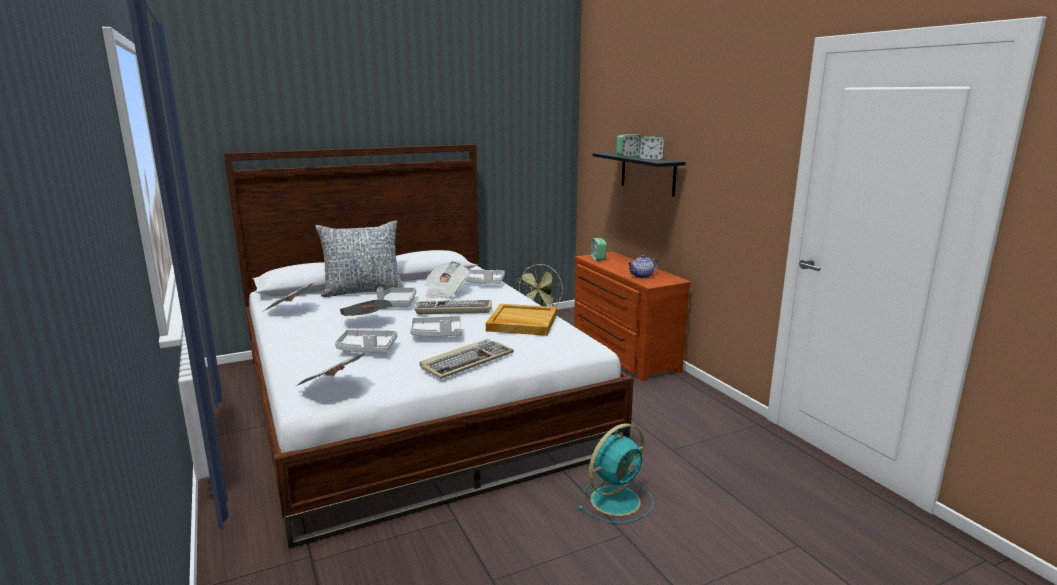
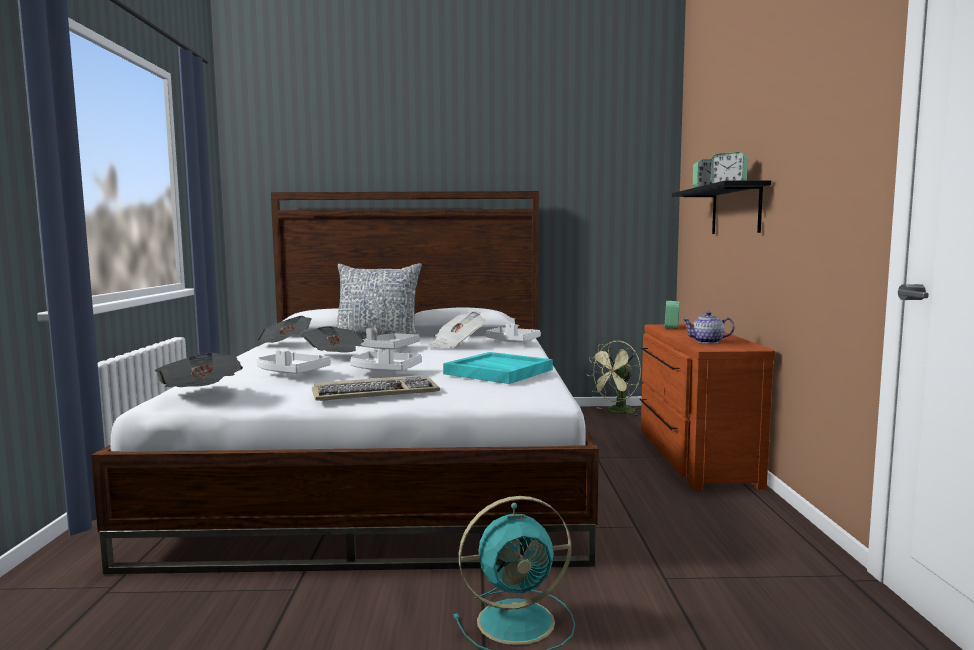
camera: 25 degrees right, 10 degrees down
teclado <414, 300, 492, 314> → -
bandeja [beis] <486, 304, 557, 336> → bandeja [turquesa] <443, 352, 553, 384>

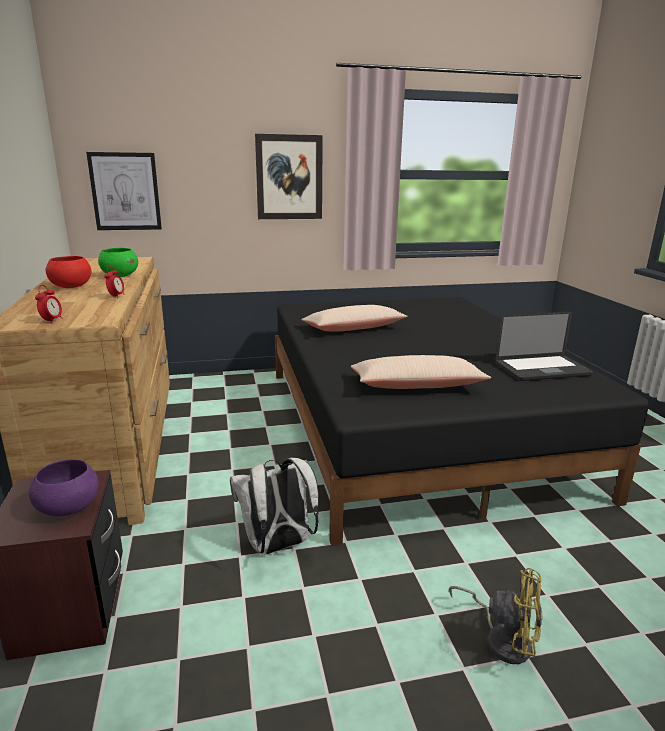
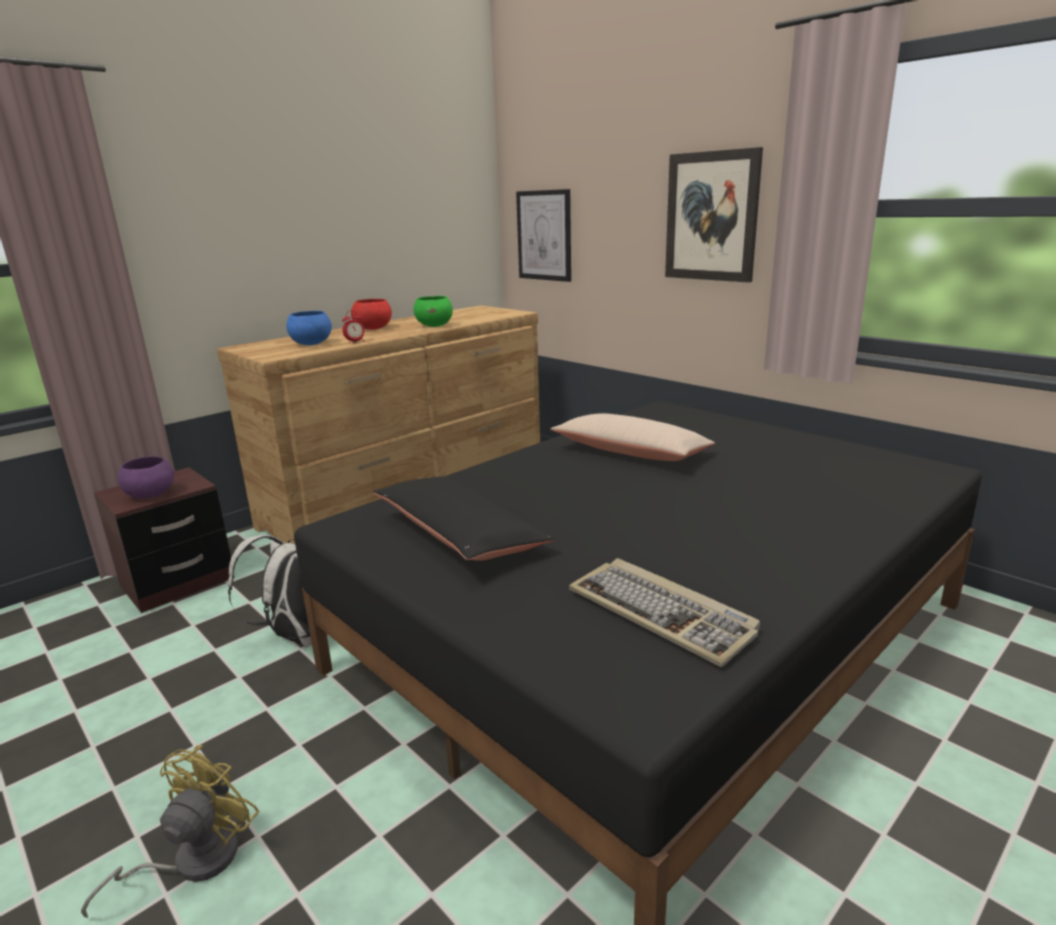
camera: 60 degrees right, 0 degrees up
despertador <35, 285, 63, 322> → -
- → cuenco [azul] <286, 311, 332, 345>
portátil <496, 311, 593, 381> → teclado <569, 558, 760, 667>
cojín [beis] <351, 355, 491, 389> → cojín [negro] <372, 477, 555, 561>
ventilador [amarillo] <449, 568, 543, 664> → ventilador [amarillo] <81, 745, 259, 918>, 150 degrees counterclockwise

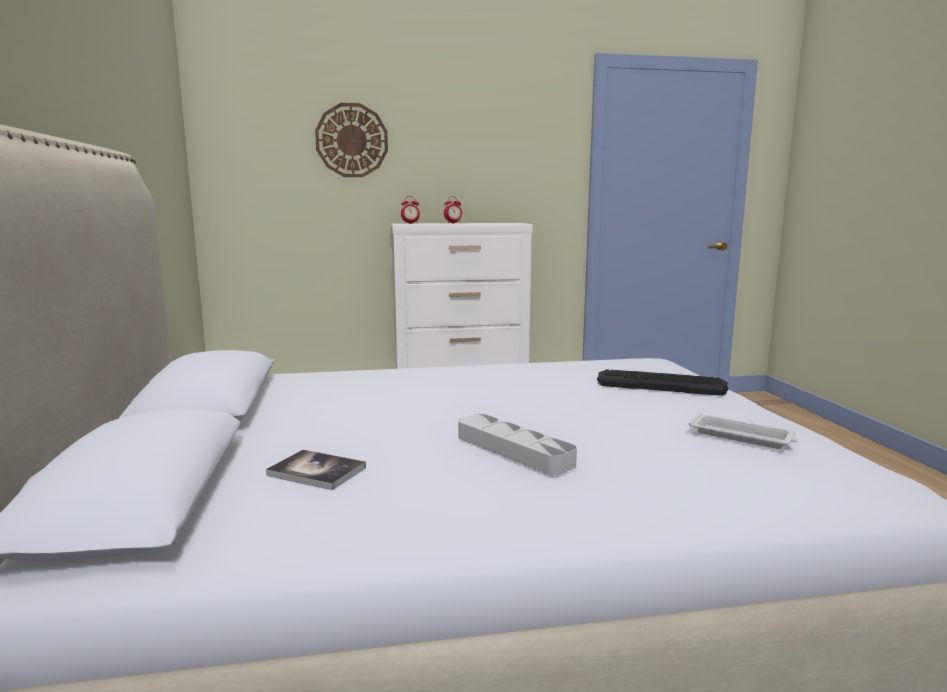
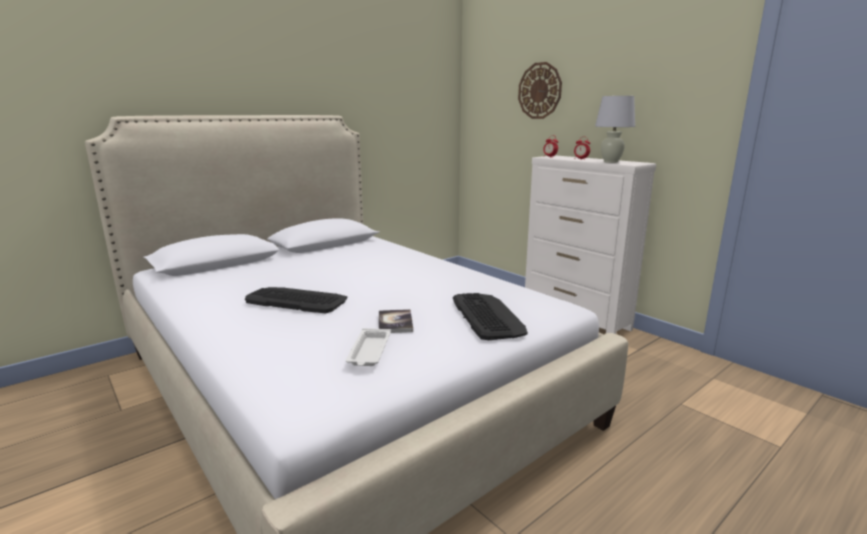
camera: 60 degrees right, 5 degrees up
- → lámpara de mesa [blanco] <595, 96, 635, 163>
libro <266, 450, 366, 490> → libro <378, 309, 413, 333>, relocated
bandeja [gris] <459, 414, 577, 475> → teclado <245, 287, 347, 313>

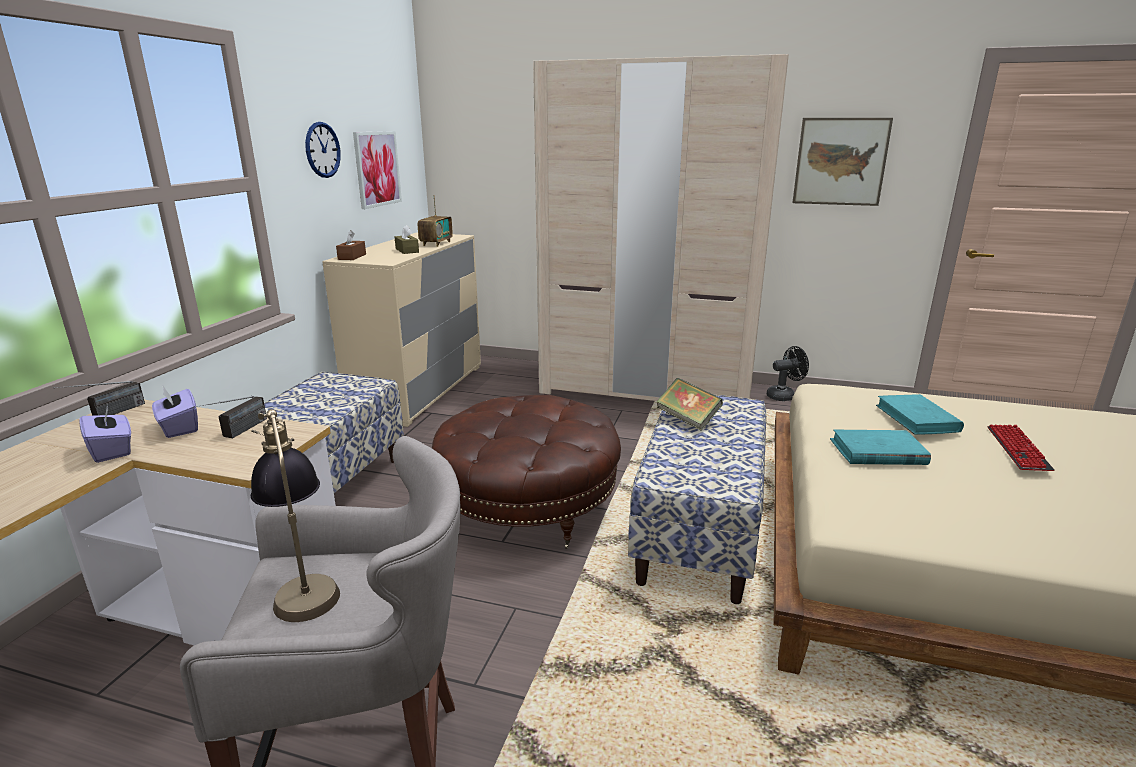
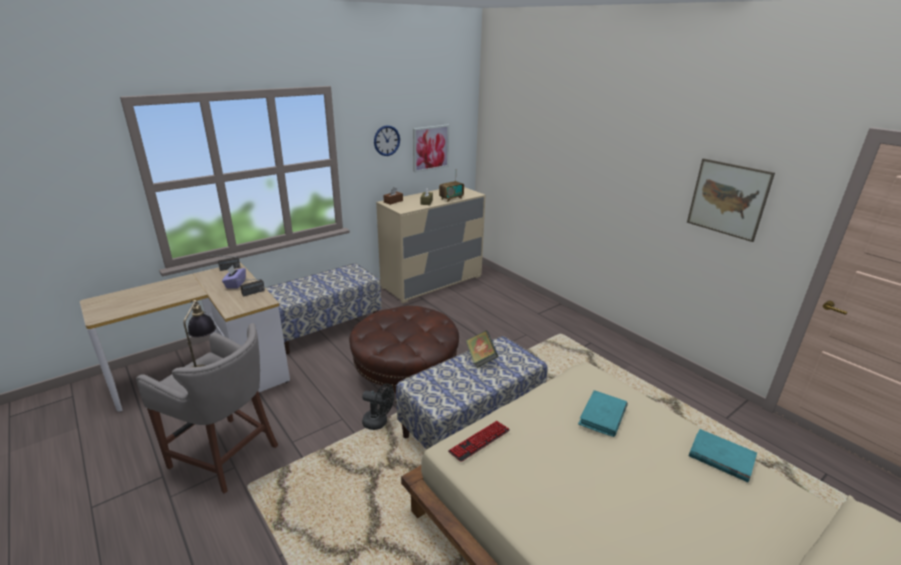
camera: 35 degrees right, 5 degrees up
caja de pañuelos [morado] <80, 406, 131, 463> → -
armario ropero [beis] <533, 54, 789, 401> → -
ventilador [negro] <767, 346, 809, 401> → ventilador [negro] <362, 383, 394, 430>, relocated
libro [turquesa] <830, 430, 931, 465> → libro [turquesa] <689, 429, 757, 482>, relocated
teclado <987, 425, 1054, 471> → teclado <448, 421, 510, 462>, relocated

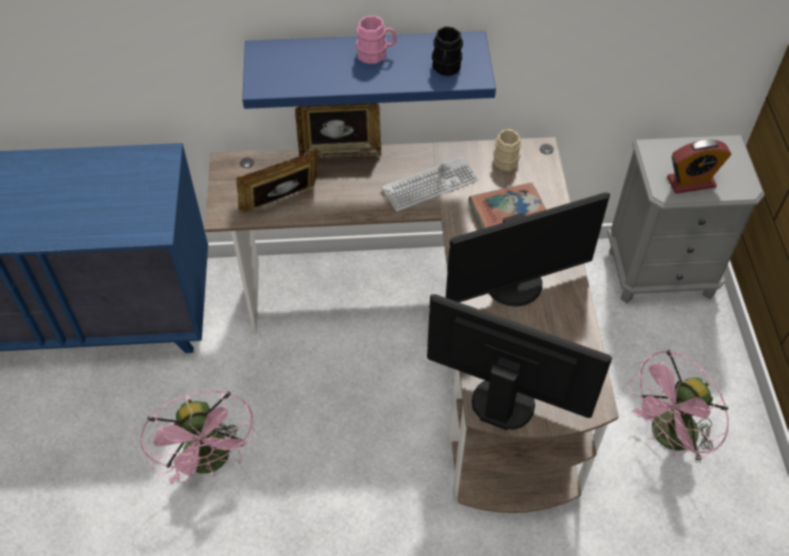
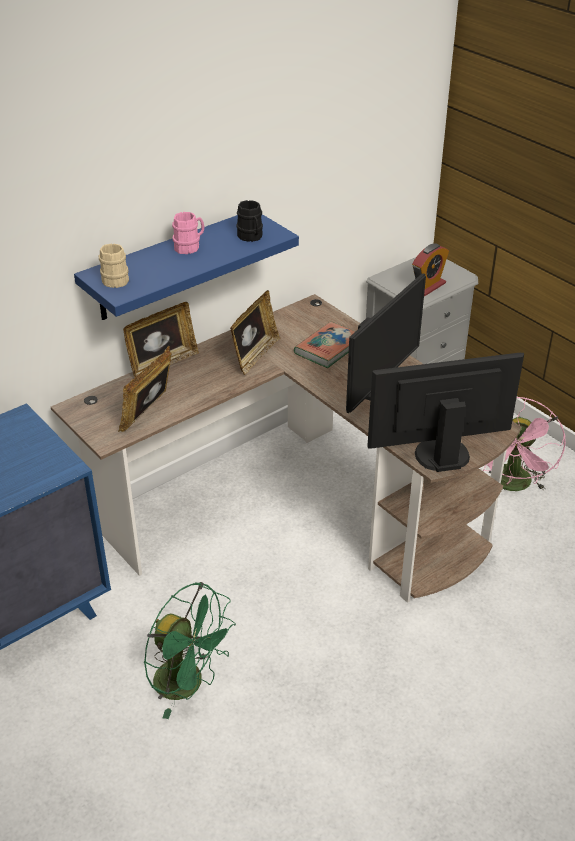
camera: 35 degrees left, 15 degrees down
taza grande [beis] <493, 129, 521, 172> → taza grande [beis] <99, 244, 129, 288>, relocated
teclado <382, 157, 478, 212> → portarretratos <230, 290, 280, 375>
ventilador [rosa] <140, 391, 256, 483> → ventilador [verde] <144, 582, 236, 719>

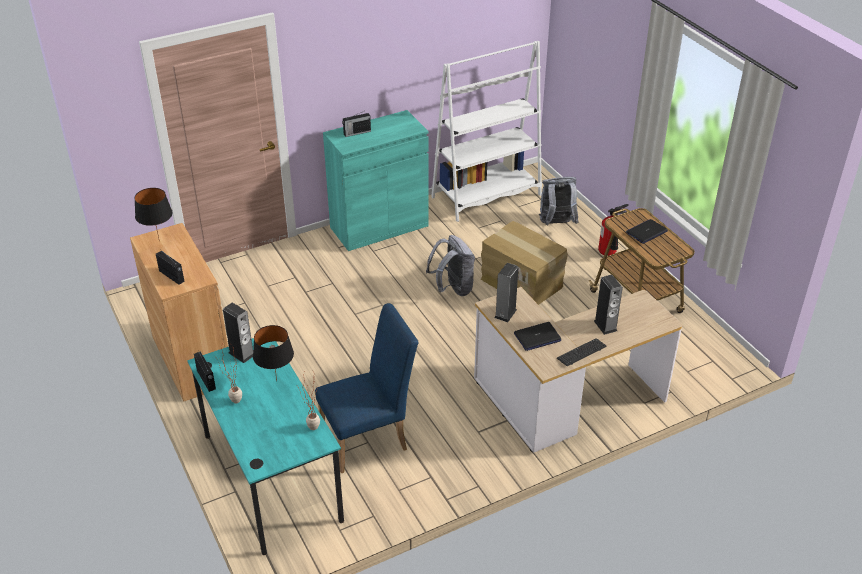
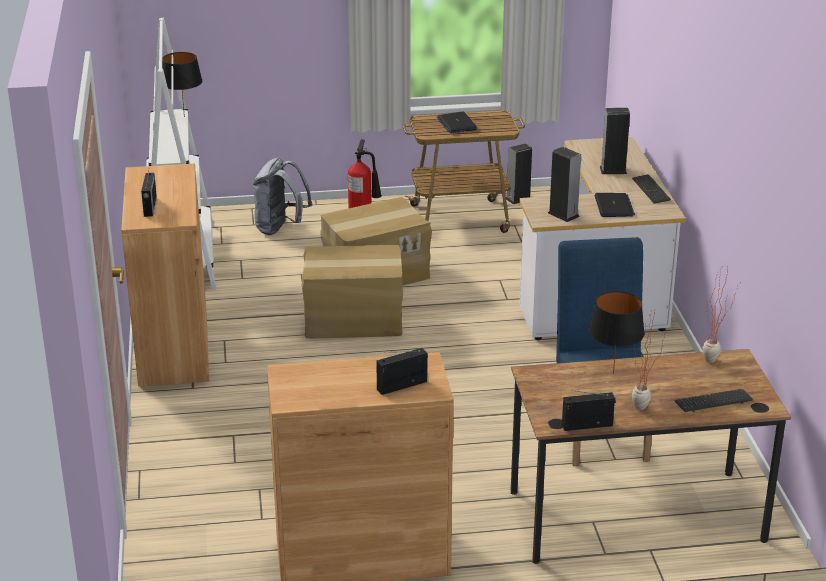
camera: 70 degrees left, 10 degrees down
- → teclado <675, 389, 753, 412>
lámpara de mesa [negro] <134, 188, 173, 238> → lámpara de mesa [negro] <162, 52, 202, 117>, relocated
altavoz <223, 303, 253, 363> → altavoz <506, 143, 532, 204>, relocated
mochila [gris] <426, 235, 475, 296> → caja de cartón <302, 245, 403, 338>
escritorio [turquesa] <187, 338, 344, 555> → escritorio [marrón] <511, 349, 791, 564>
armario [turquesa] <323, 110, 429, 251> → armario [marrón] <121, 164, 209, 387>

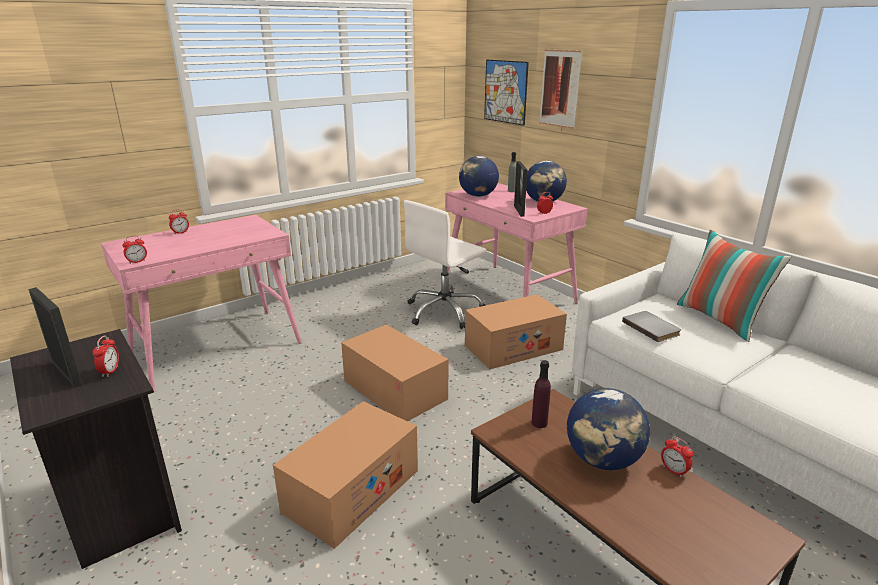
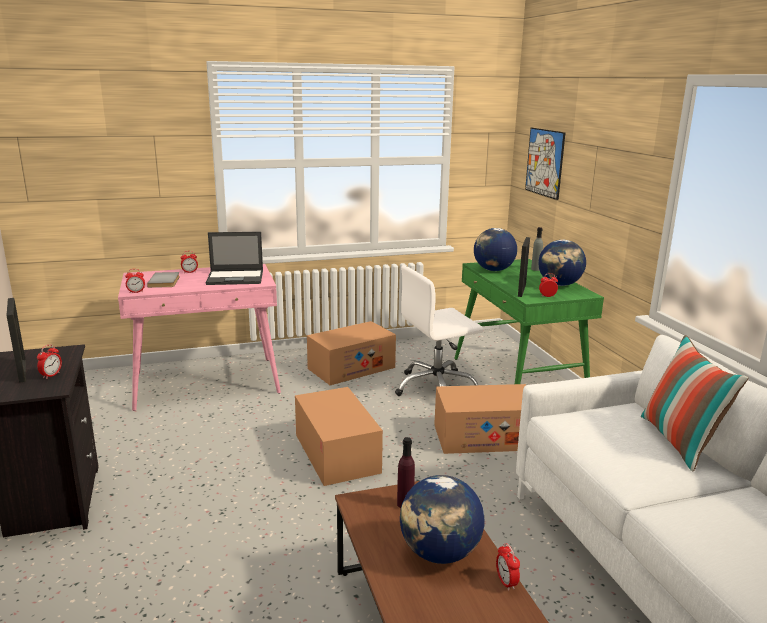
camera: 20 degrees right, 5 degrees down
cuadro <539, 50, 582, 129> → -
- → portátil <206, 232, 263, 285>
caja de cartón <273, 401, 418, 549> → caja de cartón <307, 321, 396, 385>, relocated
libro [gris] <622, 311, 681, 342> → libro [gris] <147, 272, 180, 288>, relocated
escritorio [rosa] <445, 183, 588, 304> → escritorio [verde] <454, 259, 604, 384>

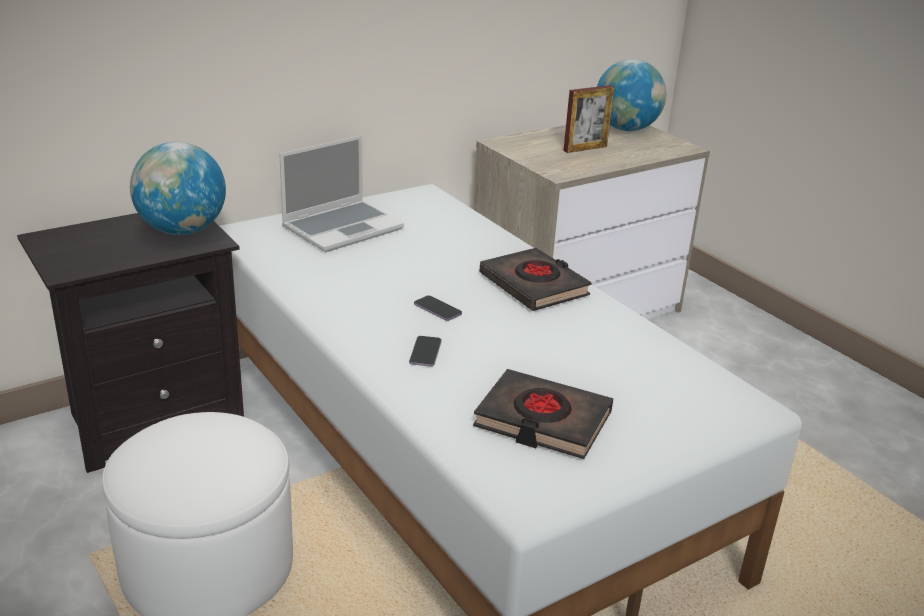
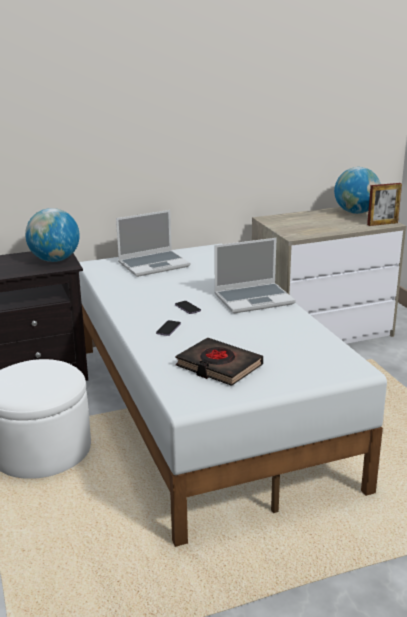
camera: 15 degrees right, 5 degrees down
portarretratos <563, 85, 614, 153> → portarretratos <367, 183, 402, 226>, relocated
libro [negro] <479, 248, 592, 311> → portátil <214, 238, 296, 313>

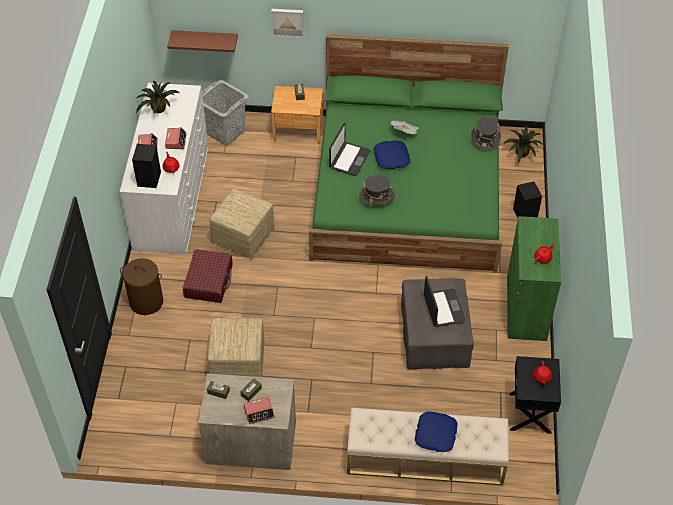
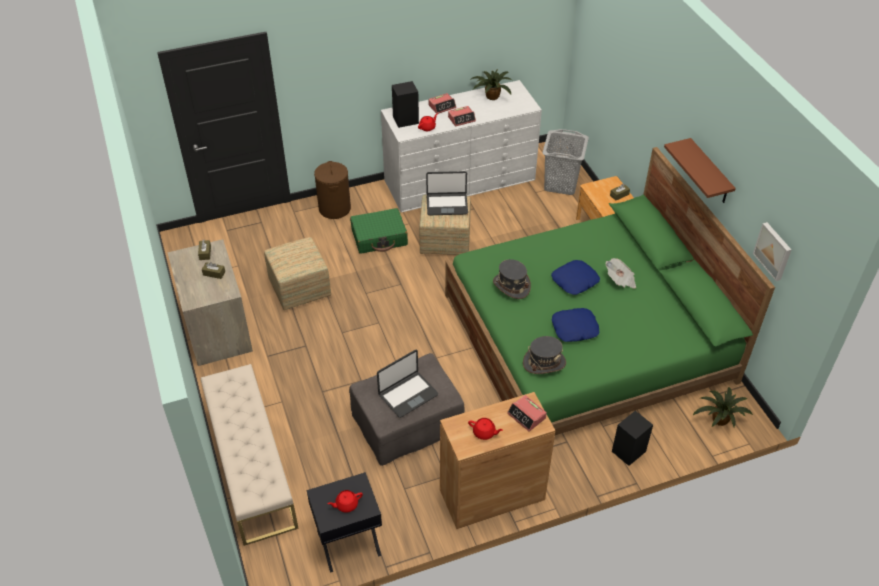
camera: 65 degrees right, 5 degrees down
estante [marrón] <167, 30, 238, 52> → estante [marrón] <664, 138, 736, 203>, relocated
despertador <244, 396, 275, 425> → despertador <507, 395, 547, 431>, relocated
cuadro <271, 9, 304, 37> → cuadro <753, 222, 792, 281>, relocated
portátil <329, 123, 371, 176> → portátil <426, 171, 468, 215>, relocated
cojín [azul] <415, 412, 458, 452> → cojín [azul] <552, 308, 599, 342>, relocated
sombrero [gris] <471, 117, 501, 152> → sombrero [gris] <523, 336, 566, 374>, relocated
maleta [rojo] <183, 249, 233, 303> → maleta [verde] <350, 208, 408, 254>
armario [verde] <507, 216, 561, 341> → armario [marrón] <440, 392, 555, 529>

